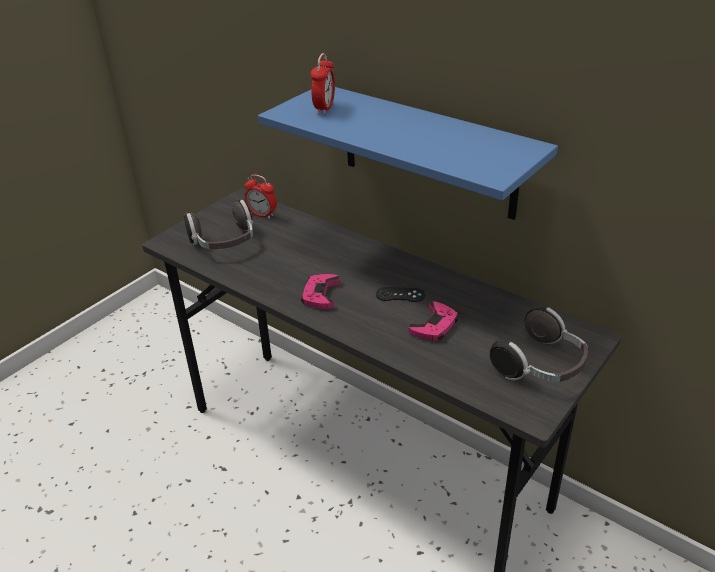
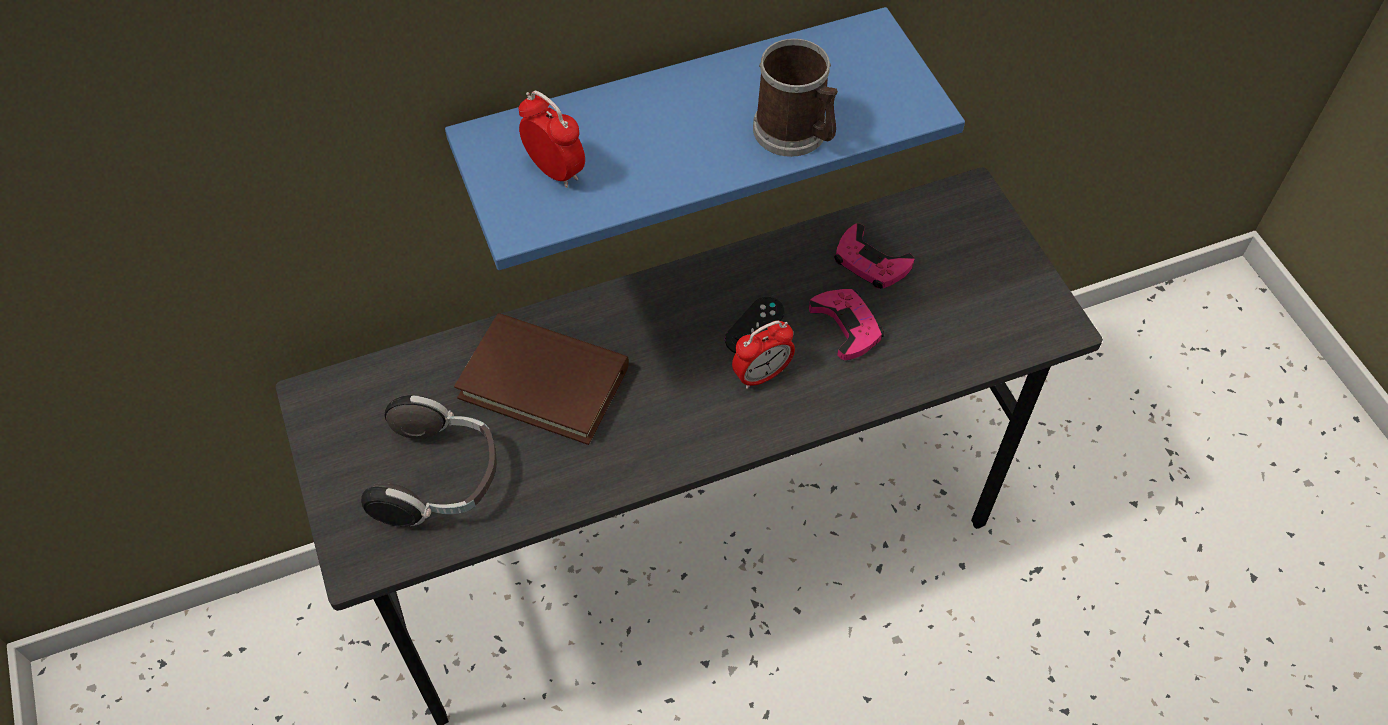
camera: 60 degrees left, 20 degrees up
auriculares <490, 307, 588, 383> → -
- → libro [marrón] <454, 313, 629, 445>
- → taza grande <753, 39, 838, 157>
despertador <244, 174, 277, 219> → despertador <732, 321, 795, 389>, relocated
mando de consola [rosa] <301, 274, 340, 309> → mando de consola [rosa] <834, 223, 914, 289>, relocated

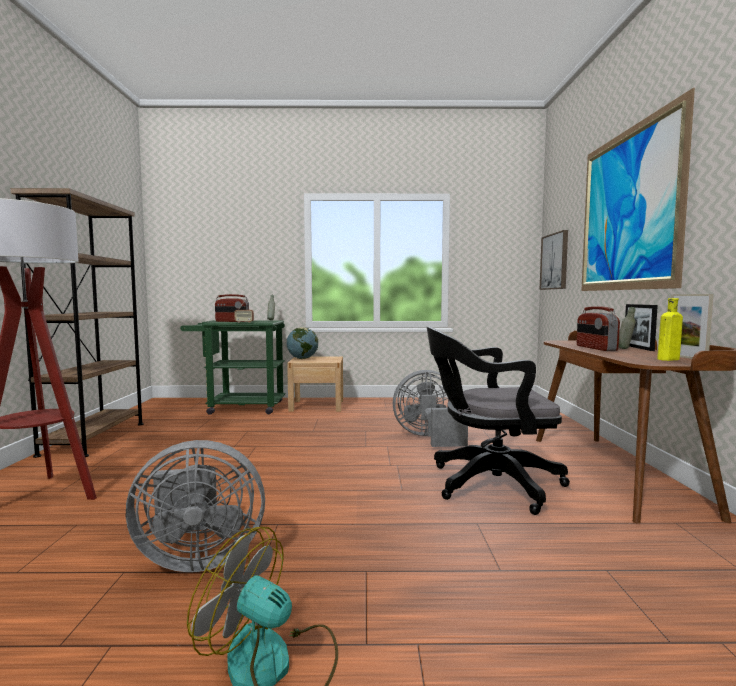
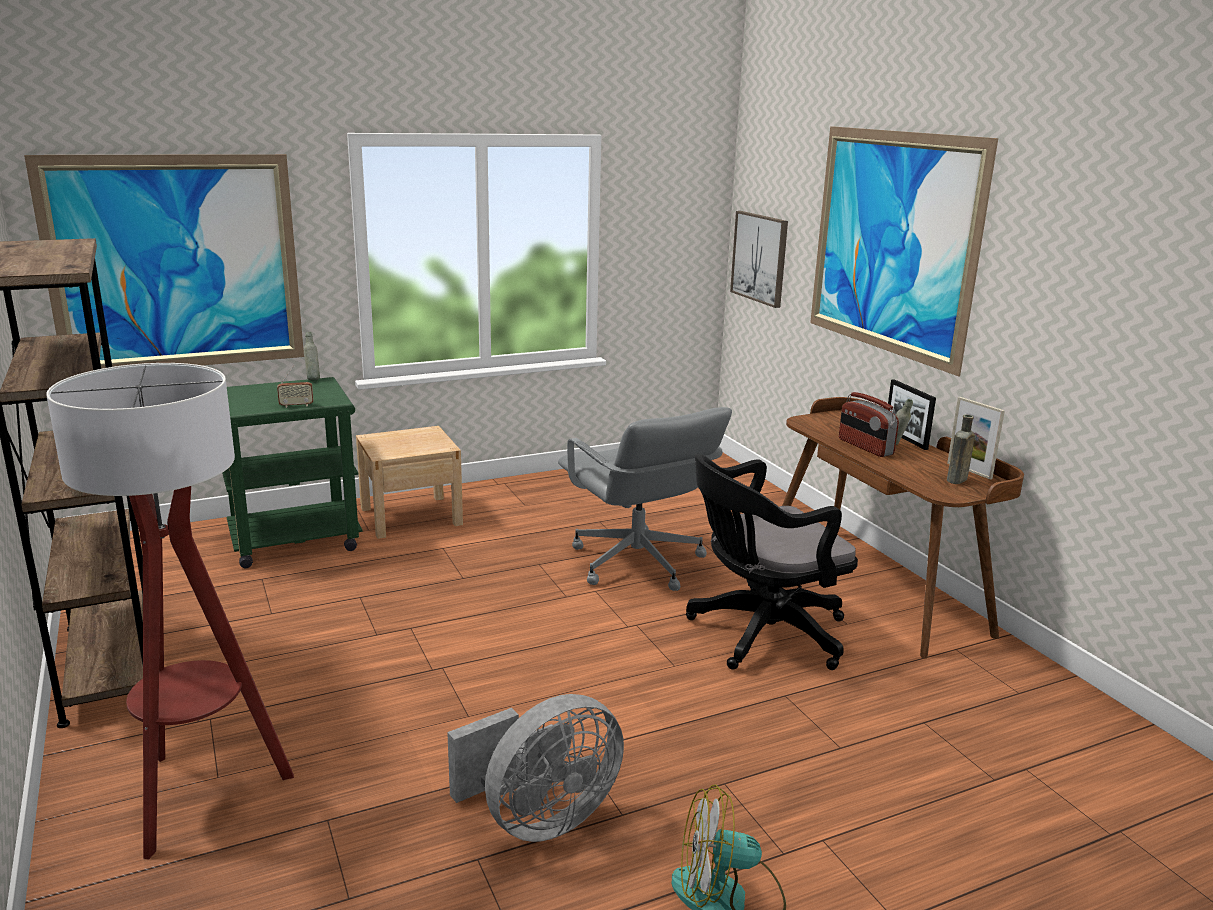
camera: 25 degrees left, 15 degrees up
radio <215, 294, 249, 322> → -
globo terráqueo <287, 327, 318, 359> → -
- → cuadro <24, 154, 304, 369>
ventilador [gris] <393, 370, 468, 447> → silla de oficina [gris] <558, 407, 732, 591>
botella [amarillo] <657, 298, 683, 361> → botella [marrón] <947, 414, 975, 484>

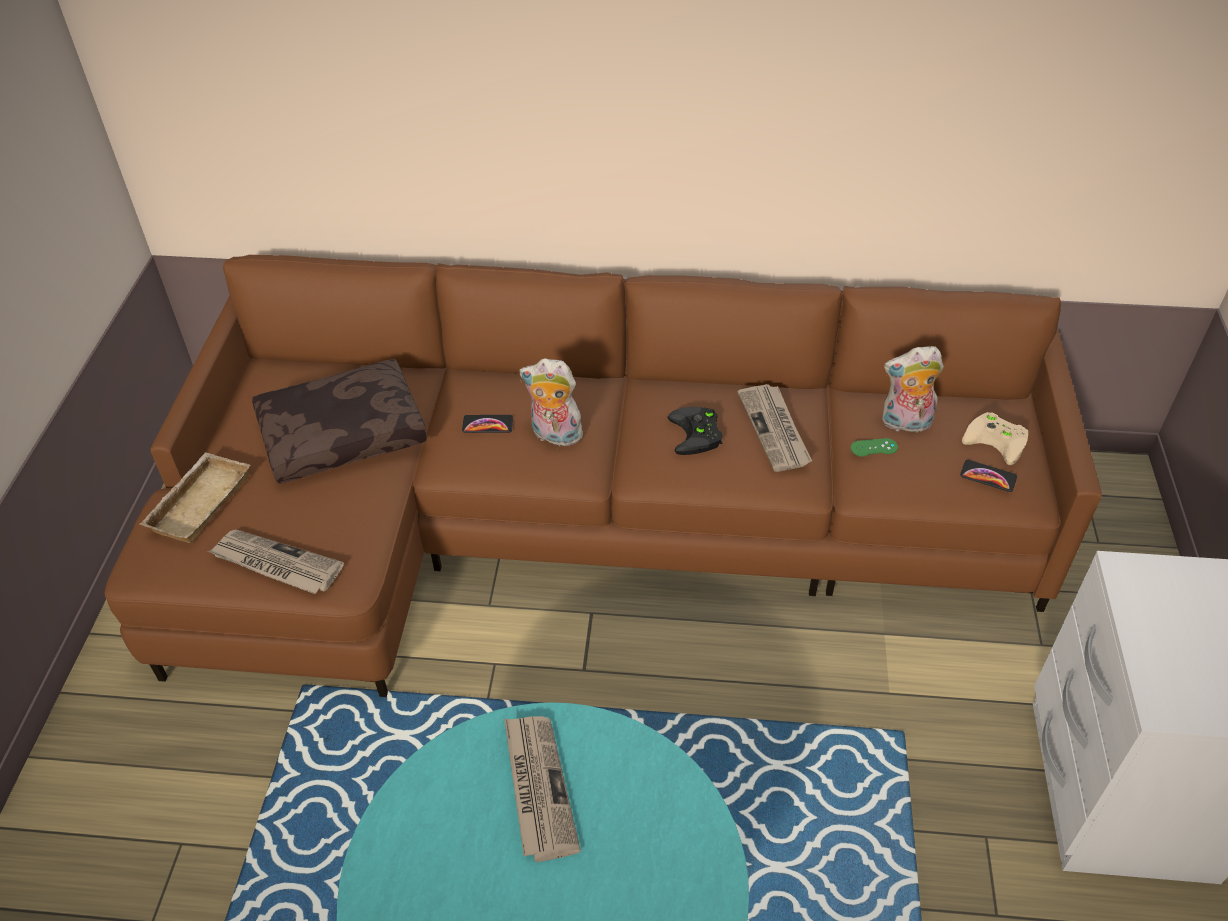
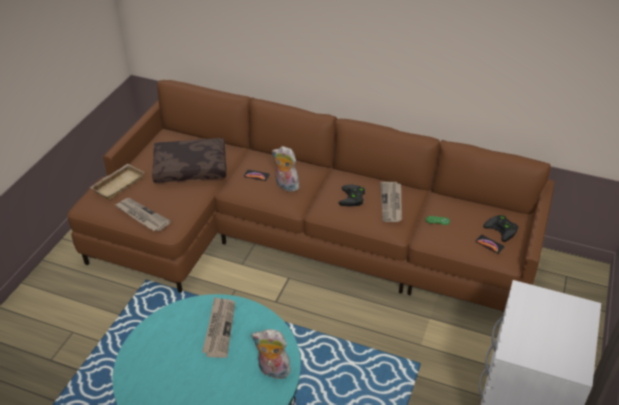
camera: 15 degrees right, 5 degrees down
peluche <882, 346, 944, 432> → peluche <251, 329, 293, 379>, relocated
mando de consola [beis] <962, 412, 1028, 465> → mando de consola [negro] <483, 215, 519, 242>

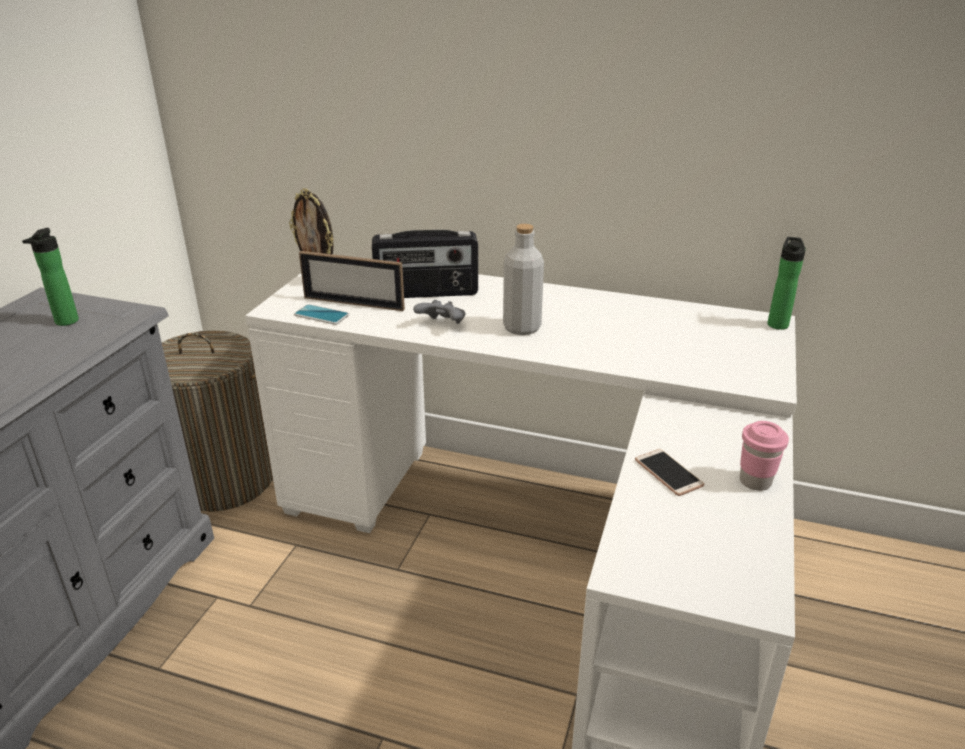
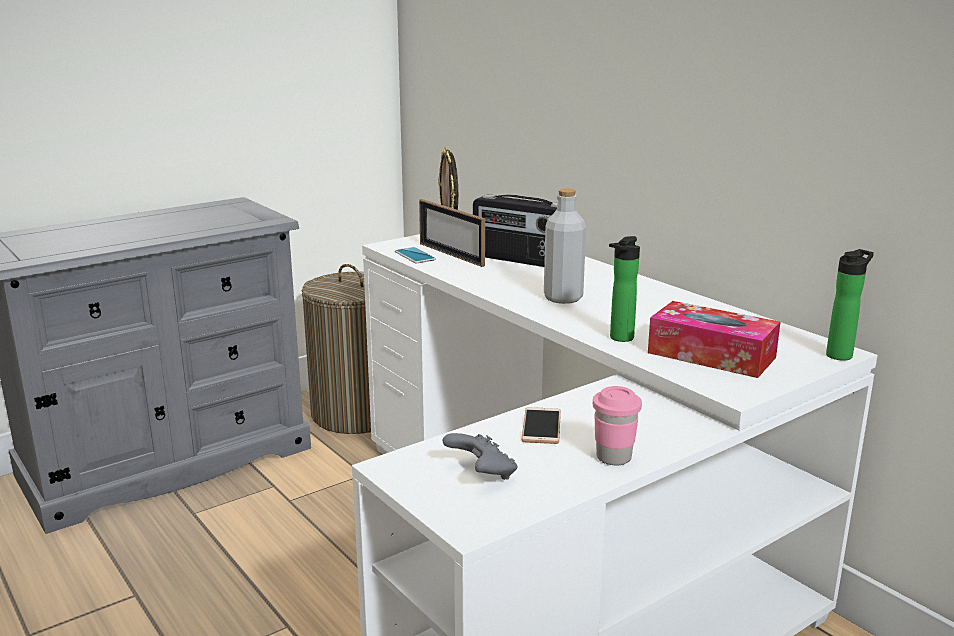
camera: 35 degrees right, 10 degrees down
- → caja de pañuelos <648, 301, 780, 378>
botella <22, 228, 79, 326> → botella <609, 236, 640, 342>, relocated
mando de consola [gris] <413, 300, 466, 324> → mando de consola [gris] <443, 433, 517, 480>, relocated

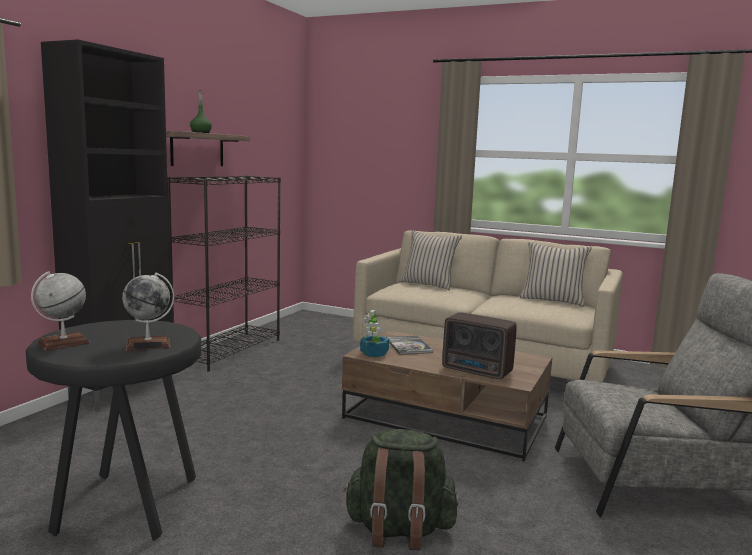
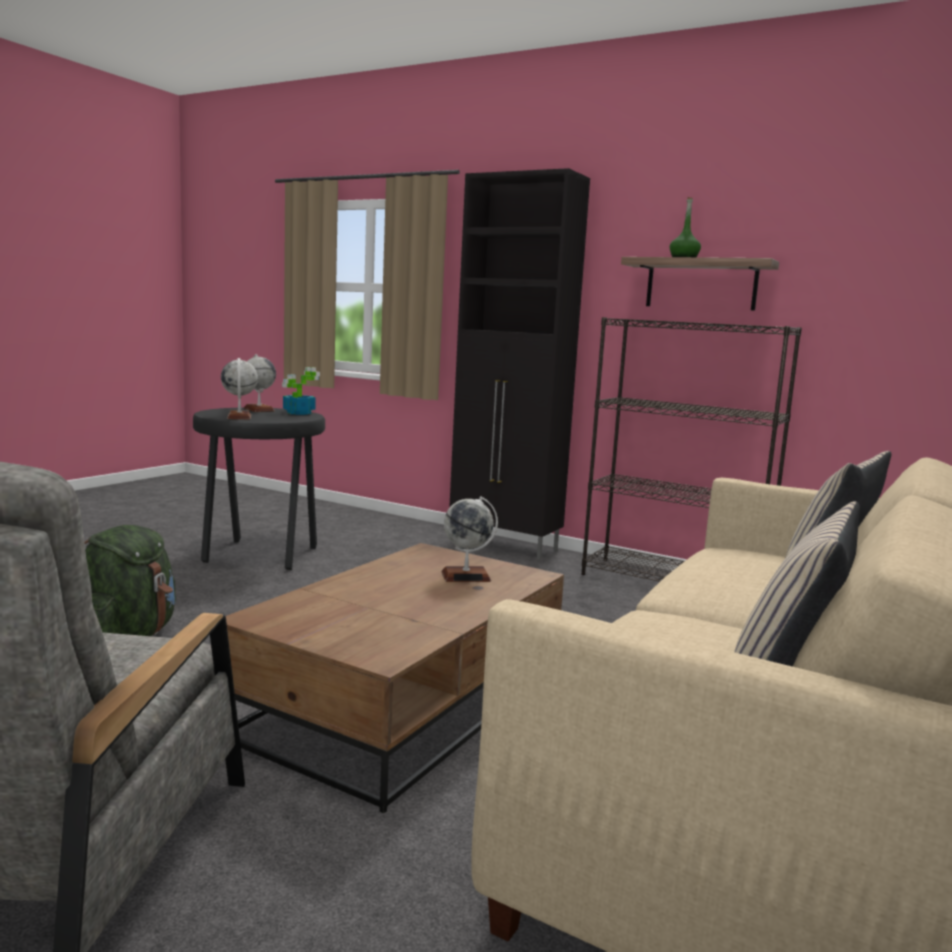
camera: 95 degrees right, 0 degrees up
radio <442, 312, 517, 379> → -
planta en maceta <360, 310, 389, 358> → planta en maceta <282, 367, 320, 415>, relocated
libro <386, 336, 433, 355> → globo terráqueo <442, 496, 498, 582>

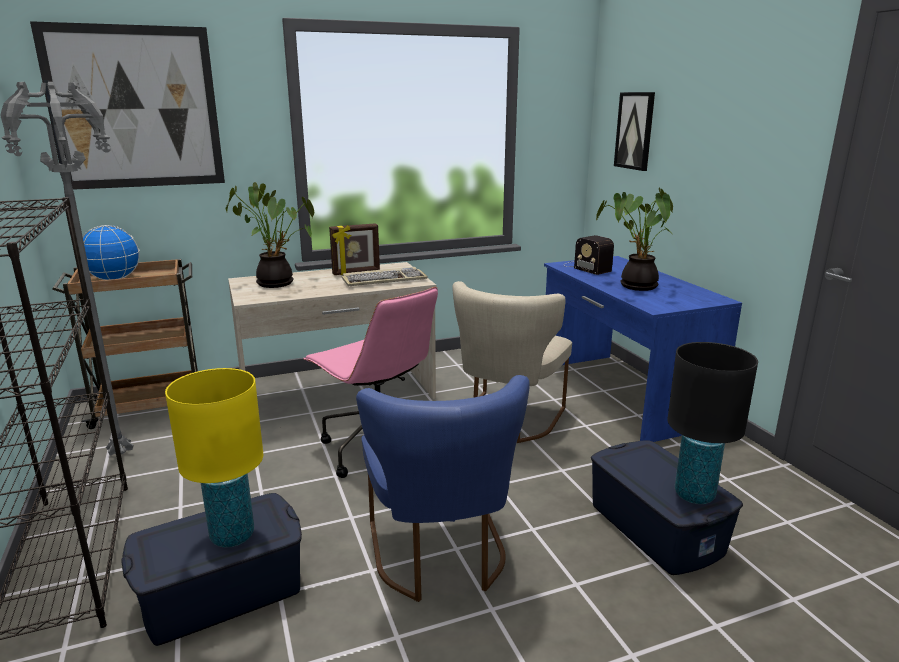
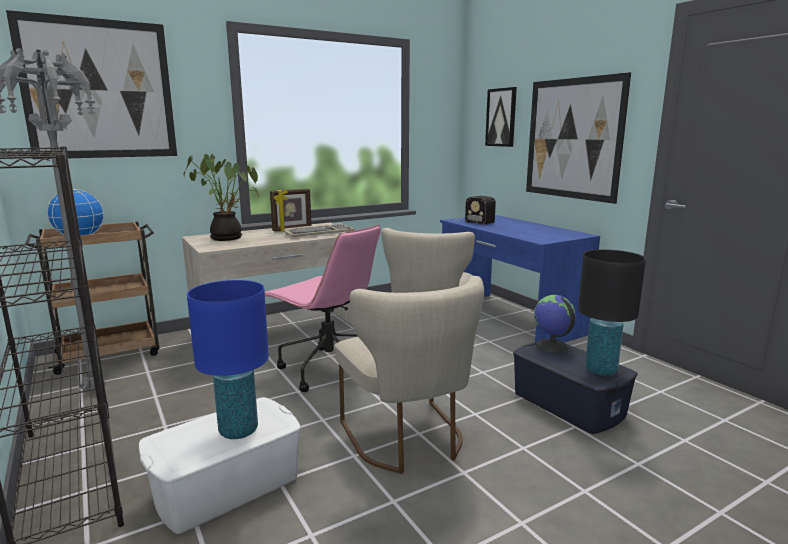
camera: 10 degrees left, 5 degrees down
planta en maceta <596, 187, 673, 291> → -
- → cuadro <526, 72, 631, 204>
- → globo terráqueo <534, 295, 576, 353>
caja de almacenaje [azul] <121, 493, 302, 646> → caja de almacenaje [blanco] <139, 397, 301, 534>
lámpara de mesa [amarillo] <165, 368, 263, 548> → lámpara de mesa [azul] <187, 280, 269, 439>
silla [azul] <356, 375, 530, 602> → silla [beis] <335, 276, 484, 474>

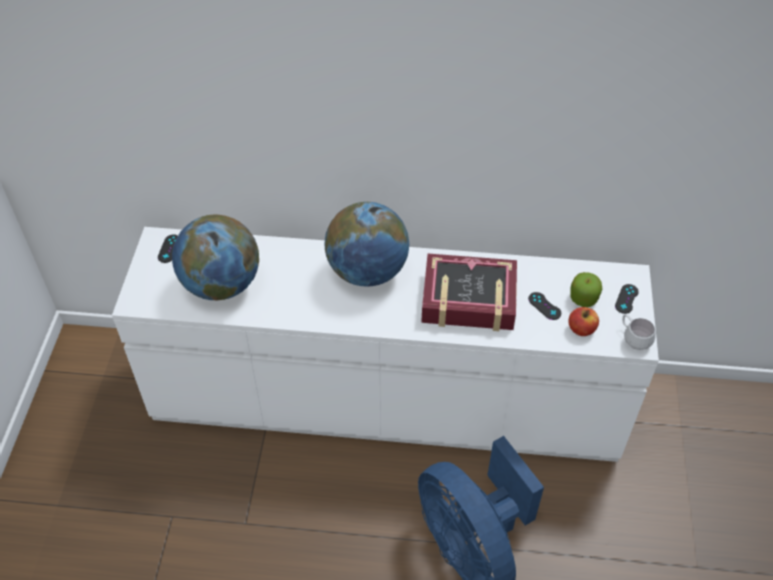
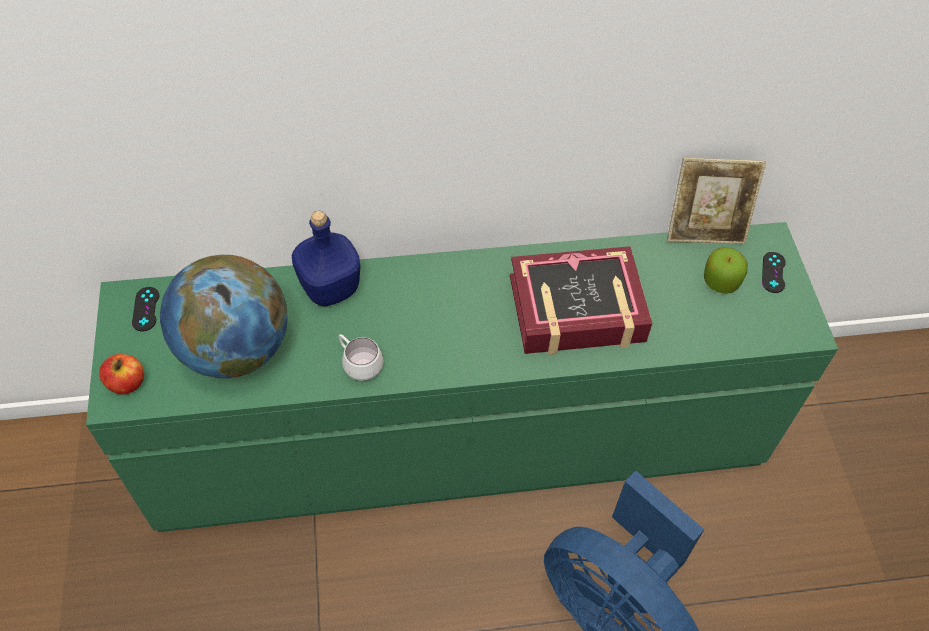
camera: 15 degrees left, 5 degrees up
globo terráqueo <324, 202, 409, 287> → -
mando de consola [negro] <528, 292, 561, 320> → -
- → botella [azul] <292, 211, 360, 306>
- → portarretratos <667, 158, 766, 244>
manzana <569, 307, 599, 336> → manzana <99, 354, 144, 395>, relocated
taza grande [blanco] <622, 314, 655, 350> → taza grande [blanco] <338, 334, 384, 381>, relocated
cómoda [blanco] <112, 227, 659, 462> → cómoda [verde] <86, 222, 838, 532>

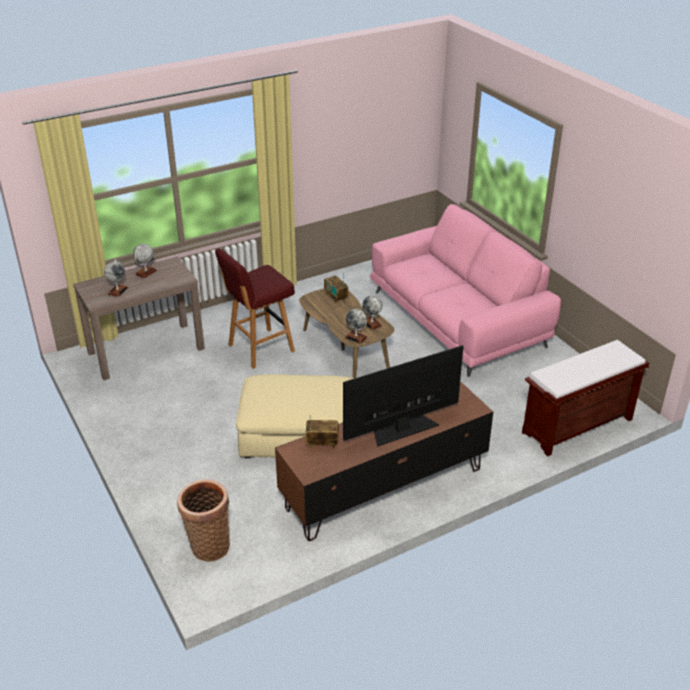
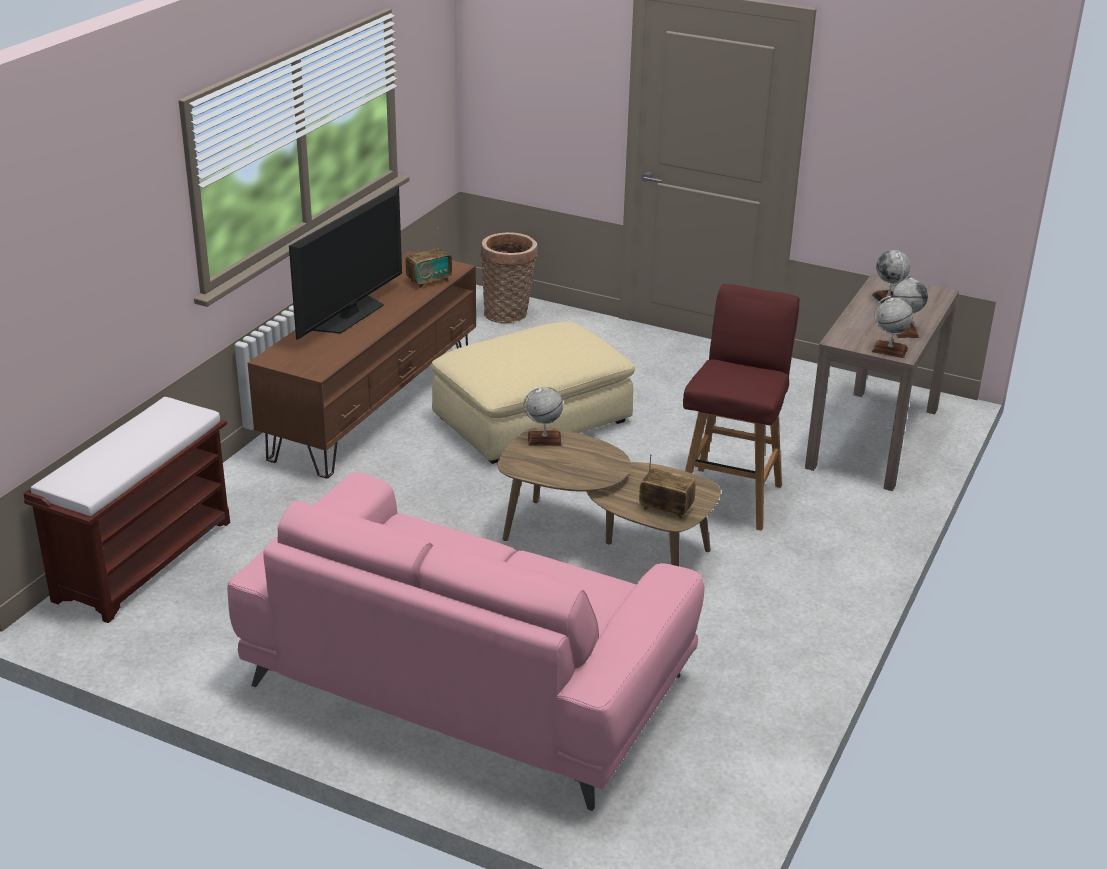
camera: 145 degrees right, 5 degrees down
globo terráqueo <362, 295, 383, 330> → globo terráqueo <872, 296, 913, 358>, relocated

